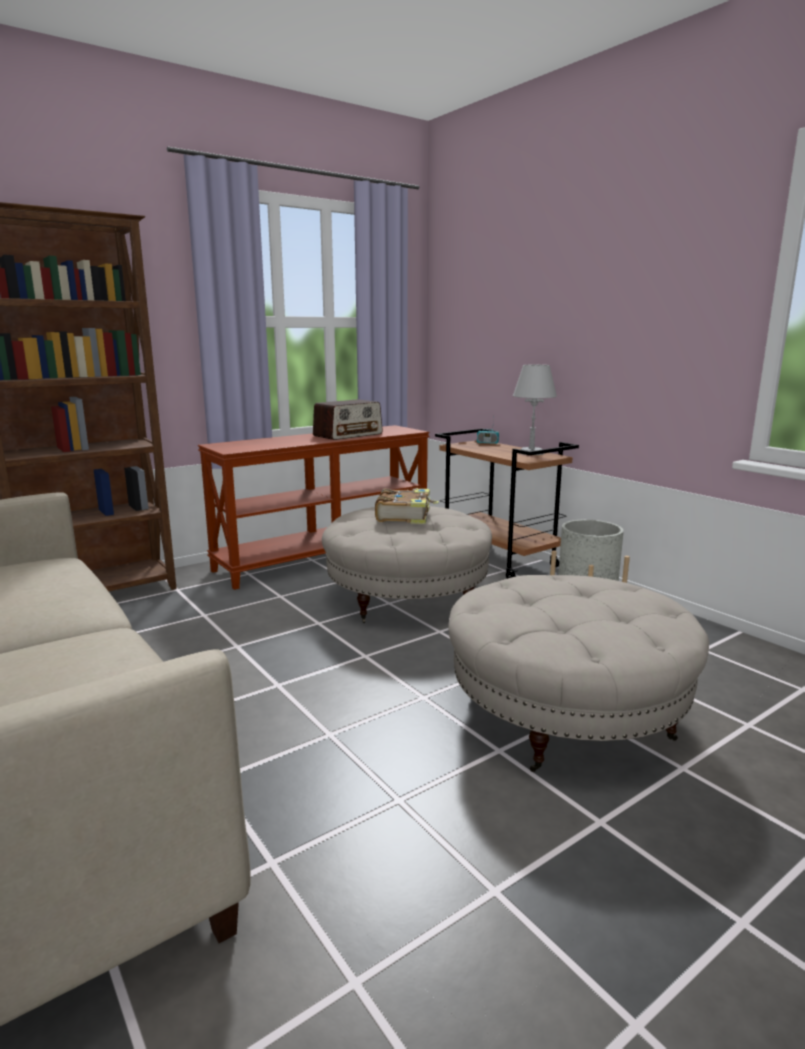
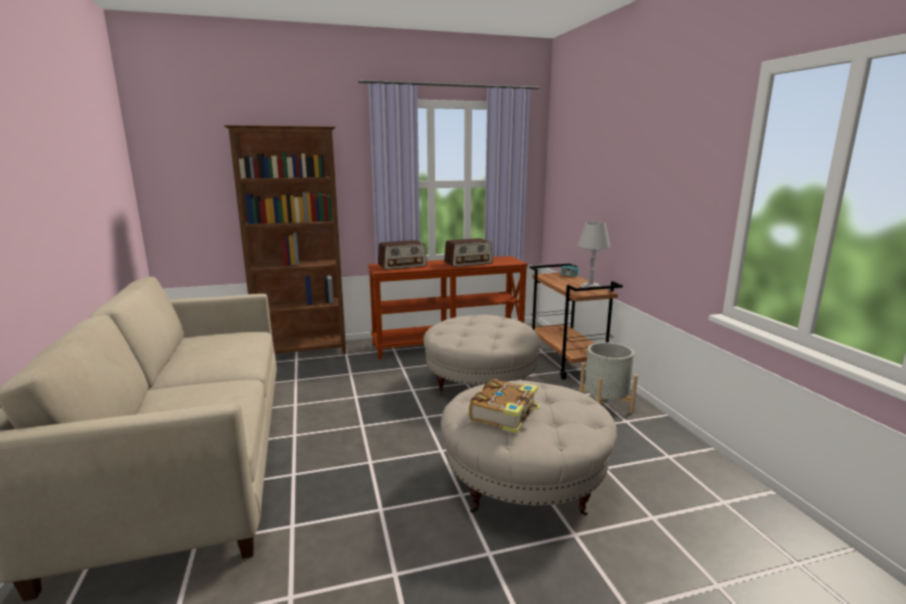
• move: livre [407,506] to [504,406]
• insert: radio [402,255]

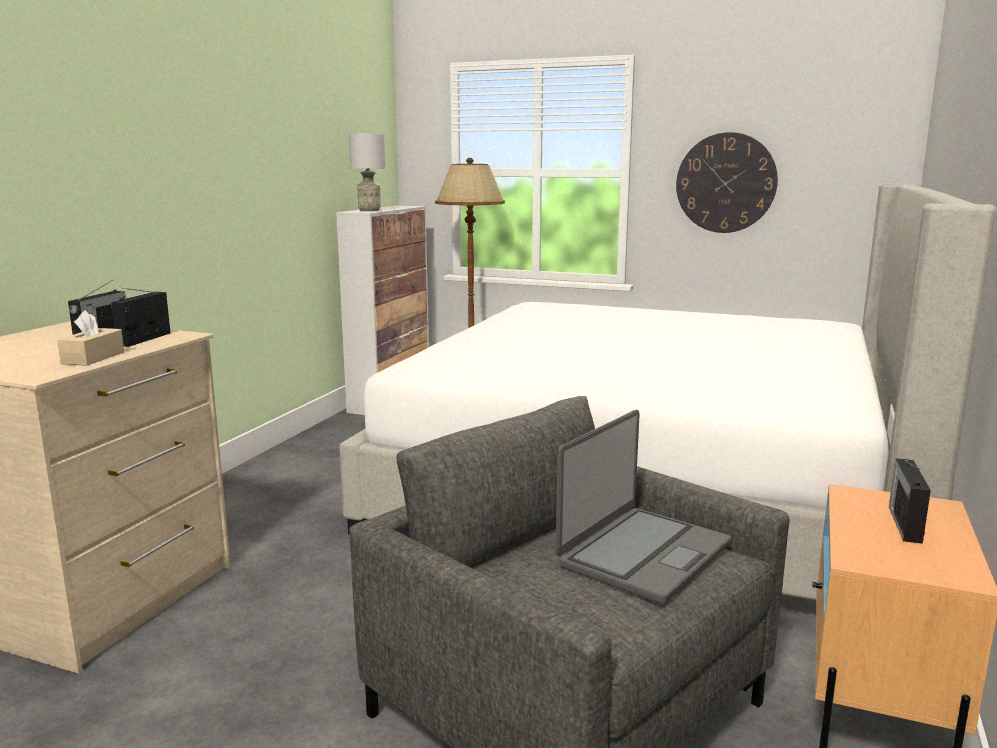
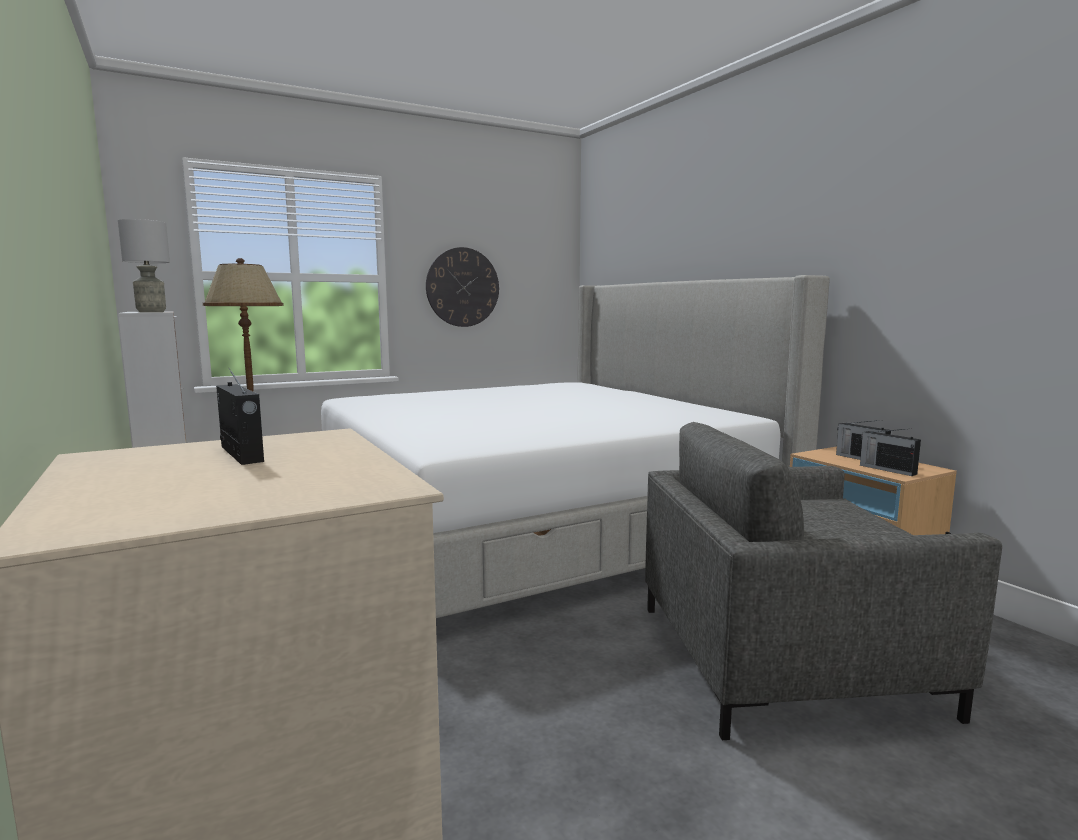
• delete: boîte à mouchoirs/beige [90,338]
• move: radio [141,317] to [890,452]
• delete: ordinateur portable [643,507]

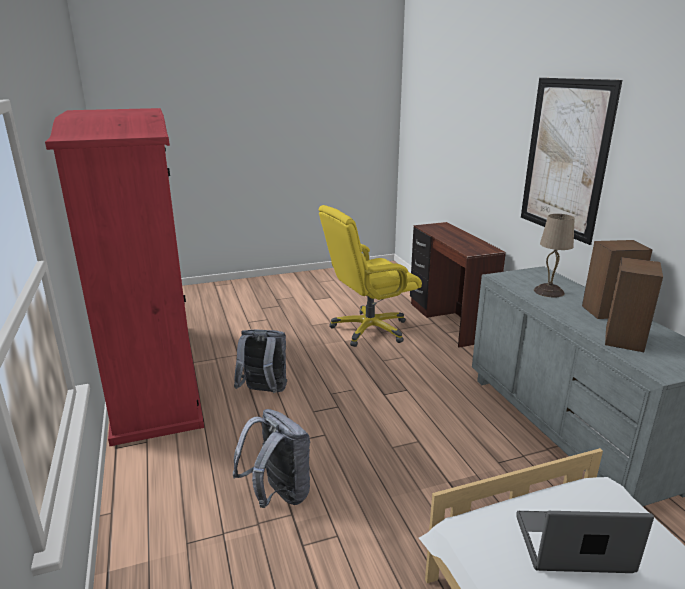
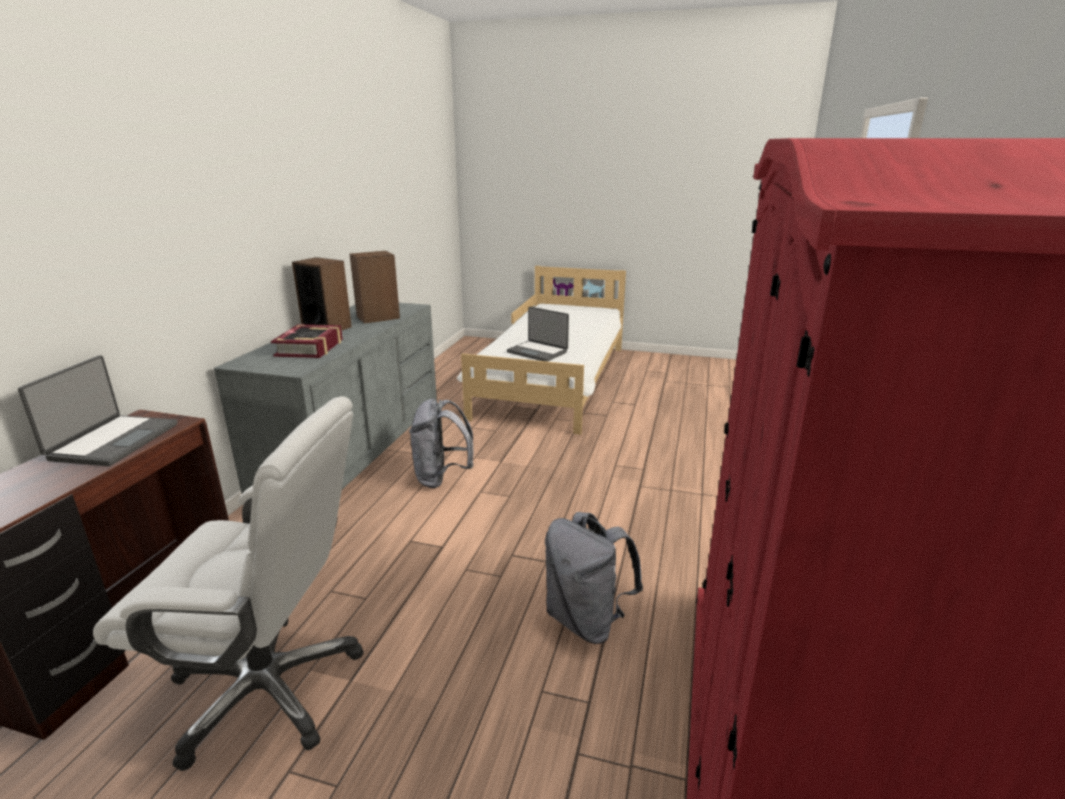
• move: sac à dos/gris [271,458] to [441,443]
• recolor: chaise de bureau/jaune [370,276] to chaise de bureau/blanc [228,583]
• delete: tableau [571,161]
• replace: lampe de table/beige [554,256] to livre [307,341]
• insert: ordinateur portable [97,410]

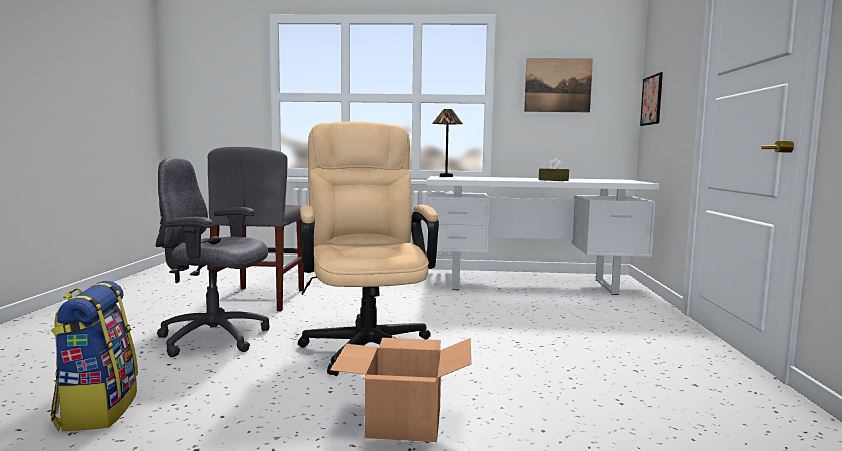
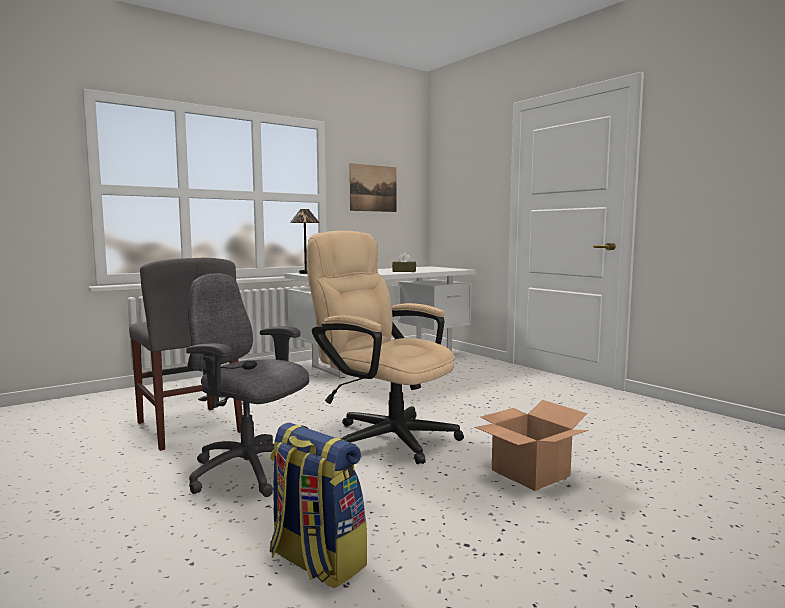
• rotate: chaise de bureau/gris [213,257] = [247,385] 60 degrees clockwise
• delete: tableau [651,99]

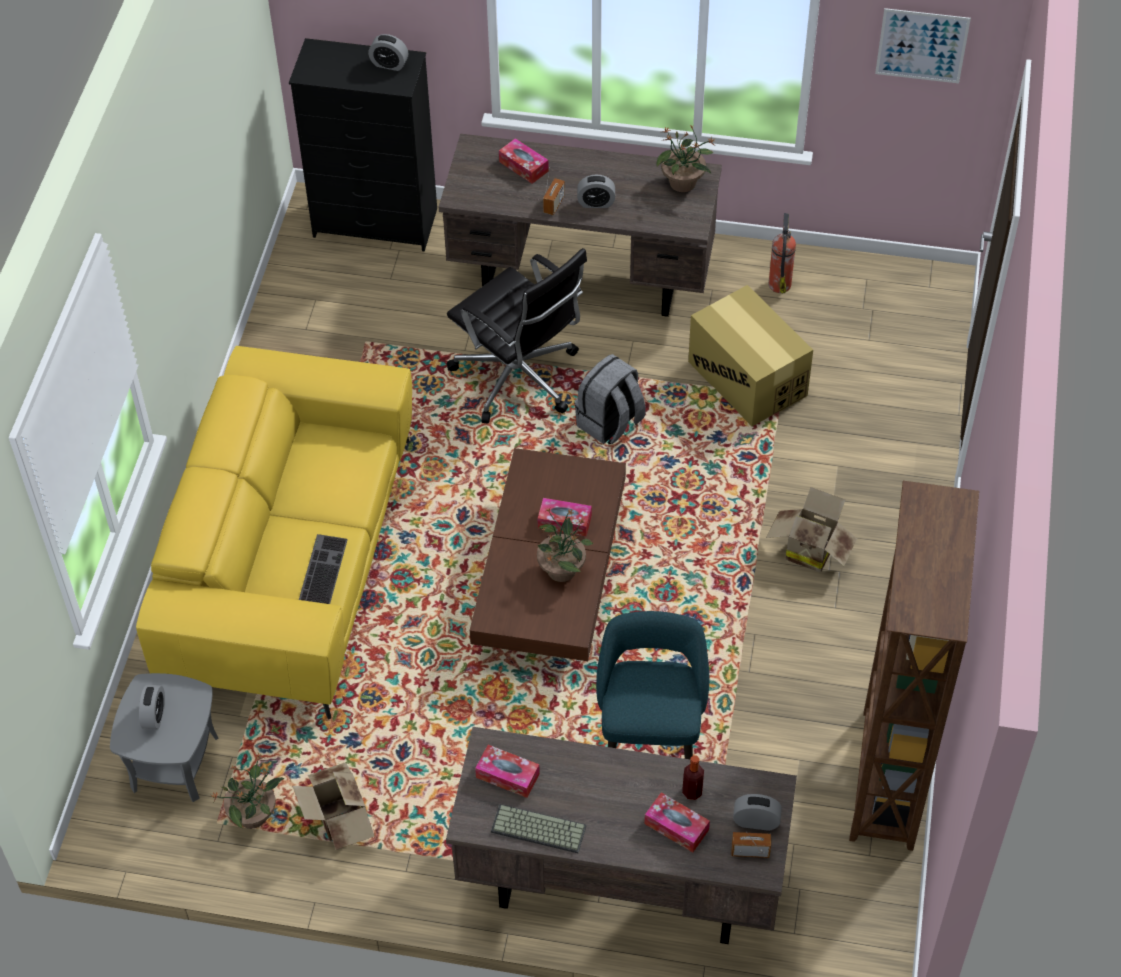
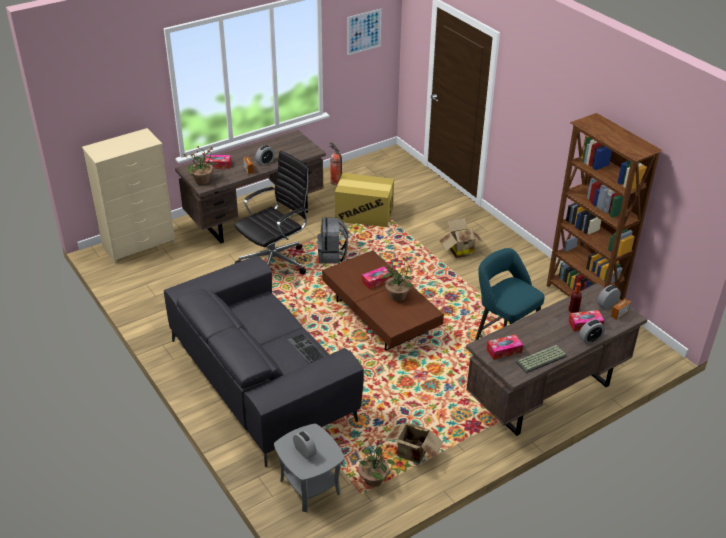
• recolor: canapé/jaune [274,532] to canapé/gris [264,361]
• recolor: commode/noir [363,145] to commode/beige [128,196]
• move: réveil [388,52] to [592,331]
• rotate: chaise de bureau/noir [517,335] = [272,212] 45 degrees counterclockwise
• move: plante en pot [686,158] to [201,166]

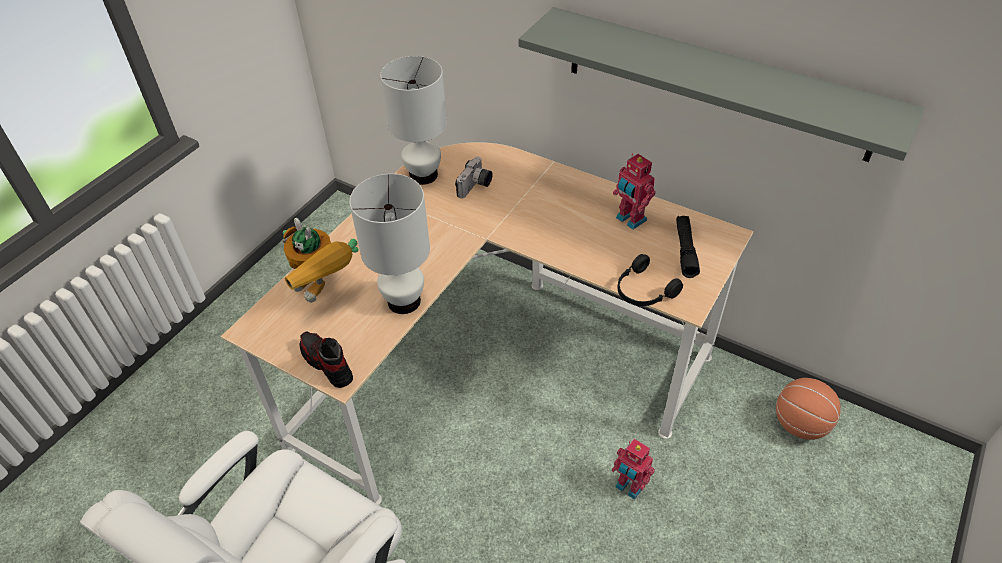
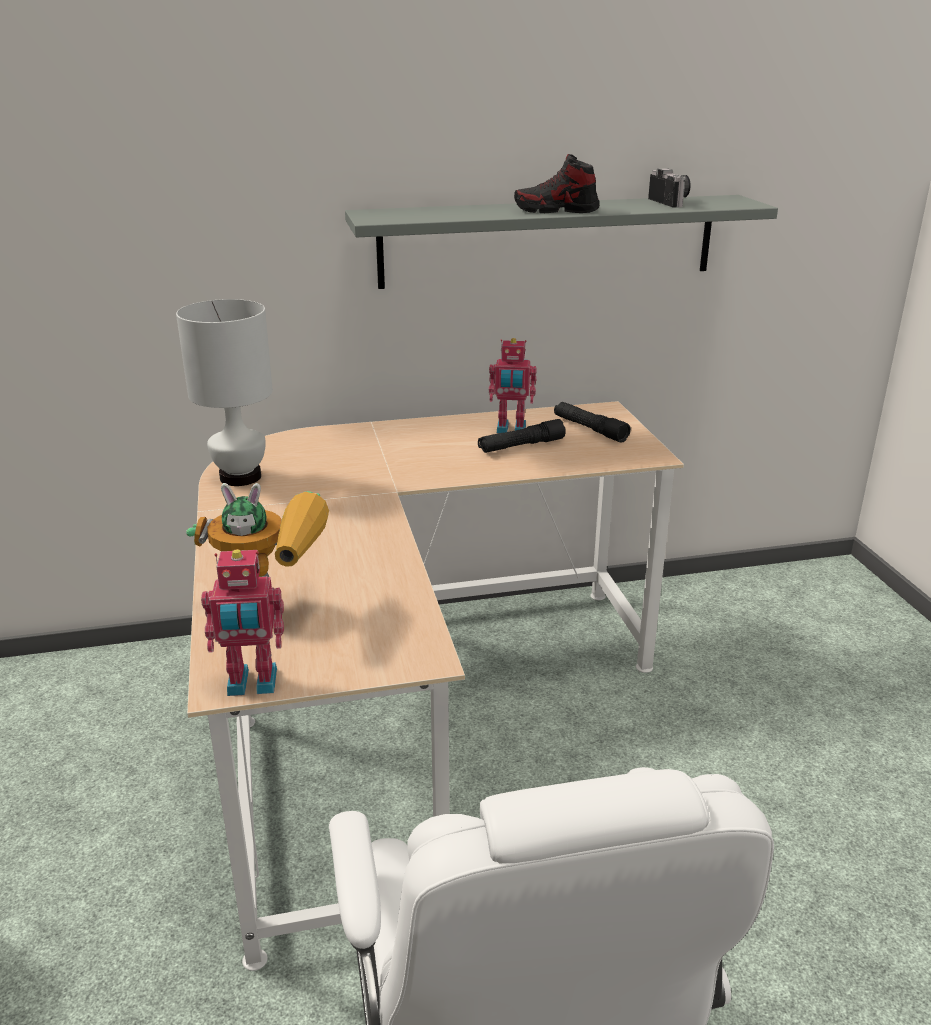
• move: chaussure [326,359] to [556,183]
• delete: lampe de table/blanc [389,244]
• move: appareil photo [474,177] to [669,188]
• move: robot jouet [633,469] to [242,622]
• delete: casque audio/noir [650,280]
• delete: ballon de basket [808,409]
• insert: lampe de poche/noir [521,436]

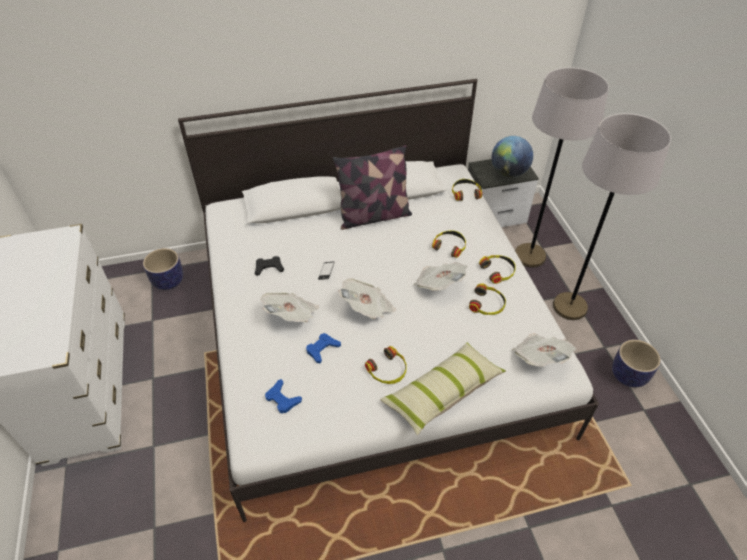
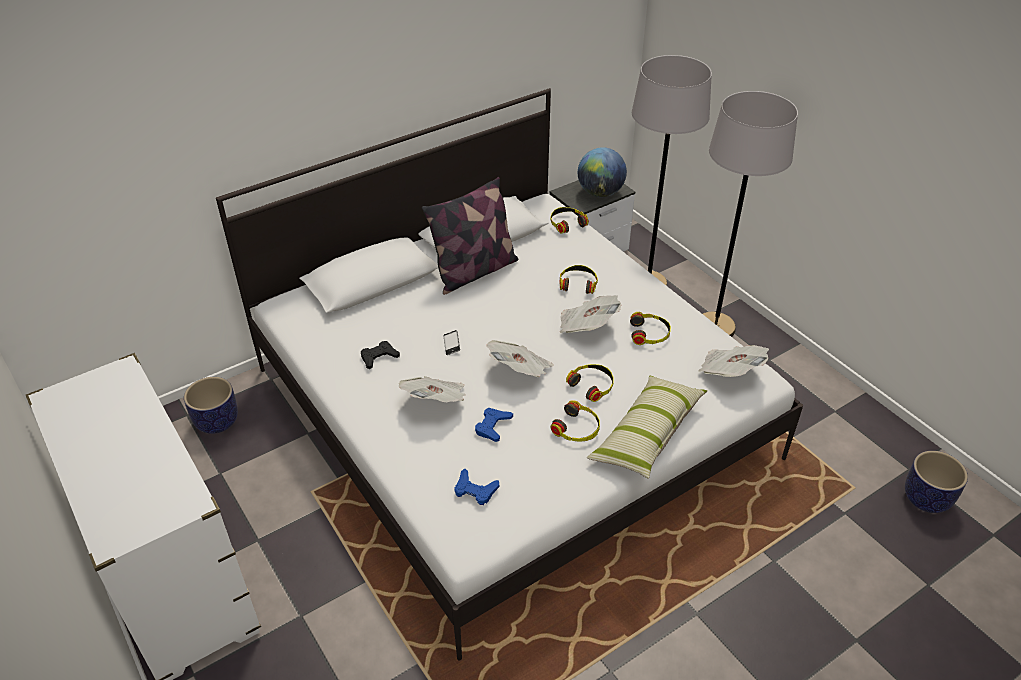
• move: casque audio [497,269] to [590,383]
• move: cache-pot [636,363] to [936,482]

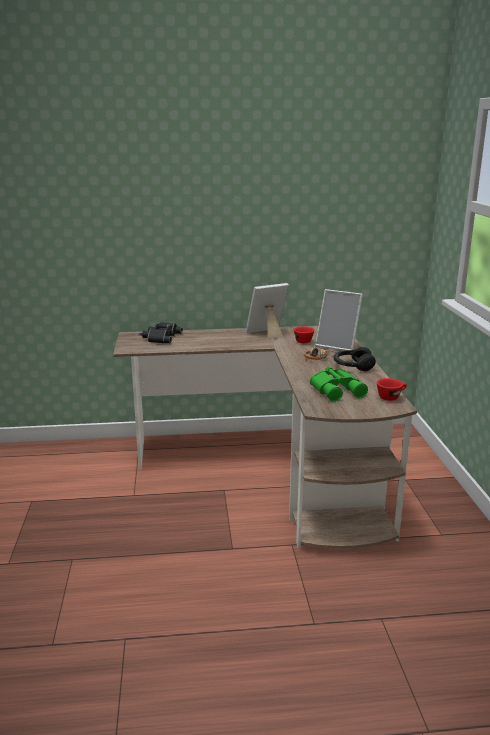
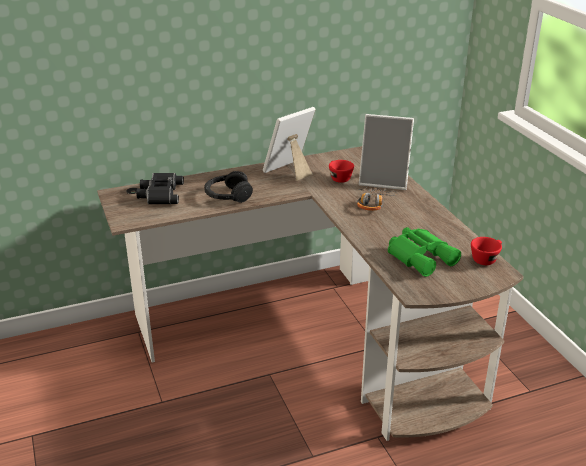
• move: casque audio/noir [355,359] to [228,187]

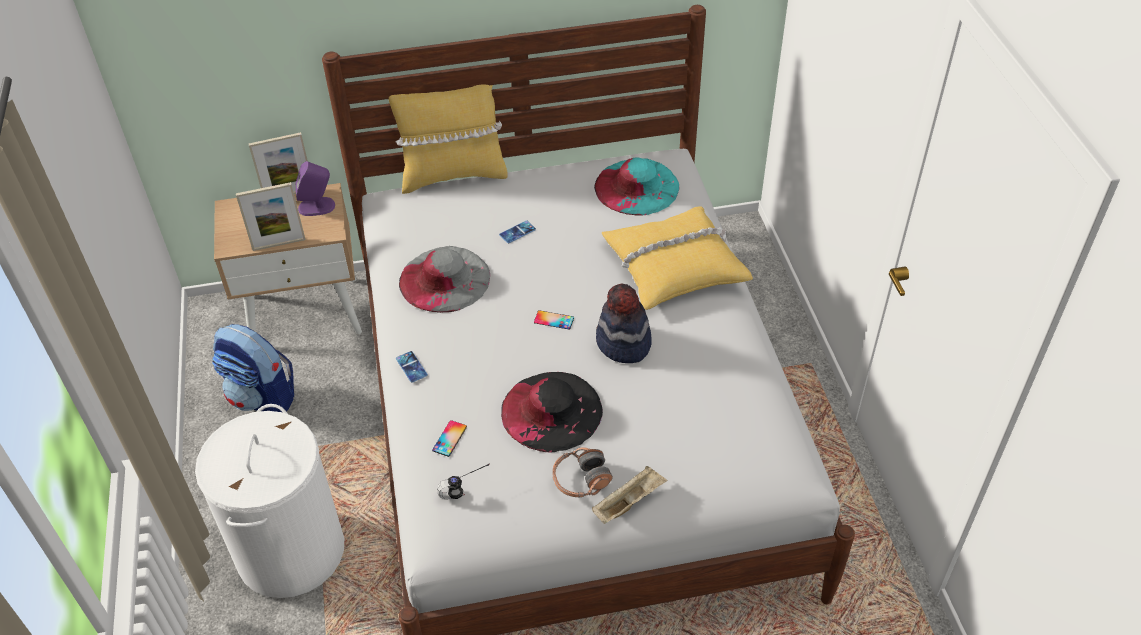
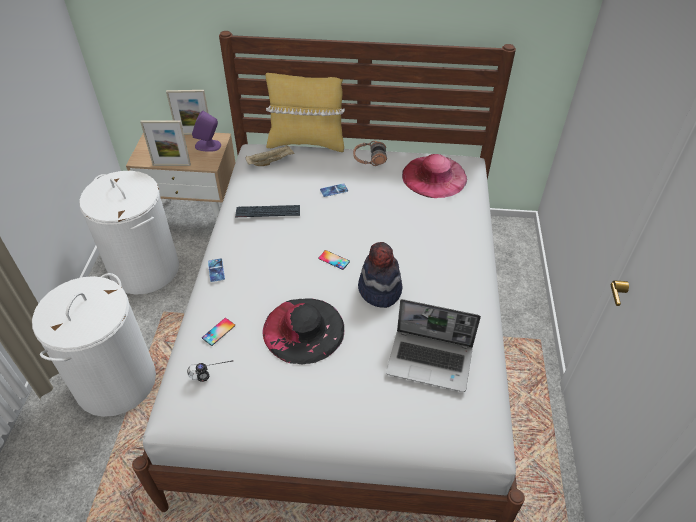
• replace: sac à dos [253,368] to panier à linge/blanc [129,232]
• replace: chapeau/gris [444,279] to clavier [267,211]
• move: casque audio [582,472] to [370,153]
• move: plateau/beige [629,495] to [270,155]
• recolor: chapeau/turquoise [636,186] to chapeau/rose [434,176]
• delete: coussin/jaune [677,258]
• insert: ordinateur portable [433,345]

